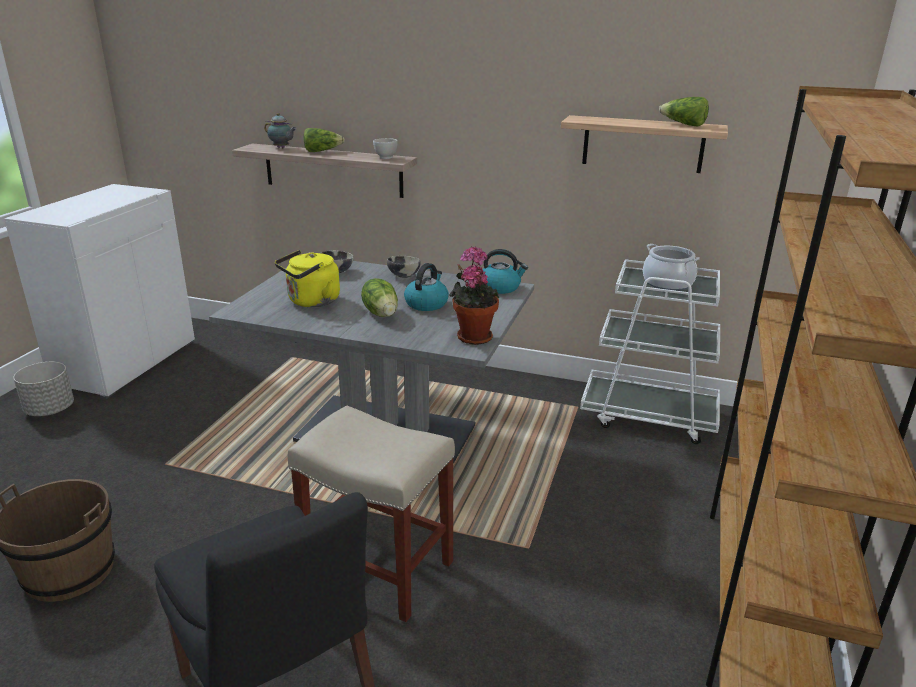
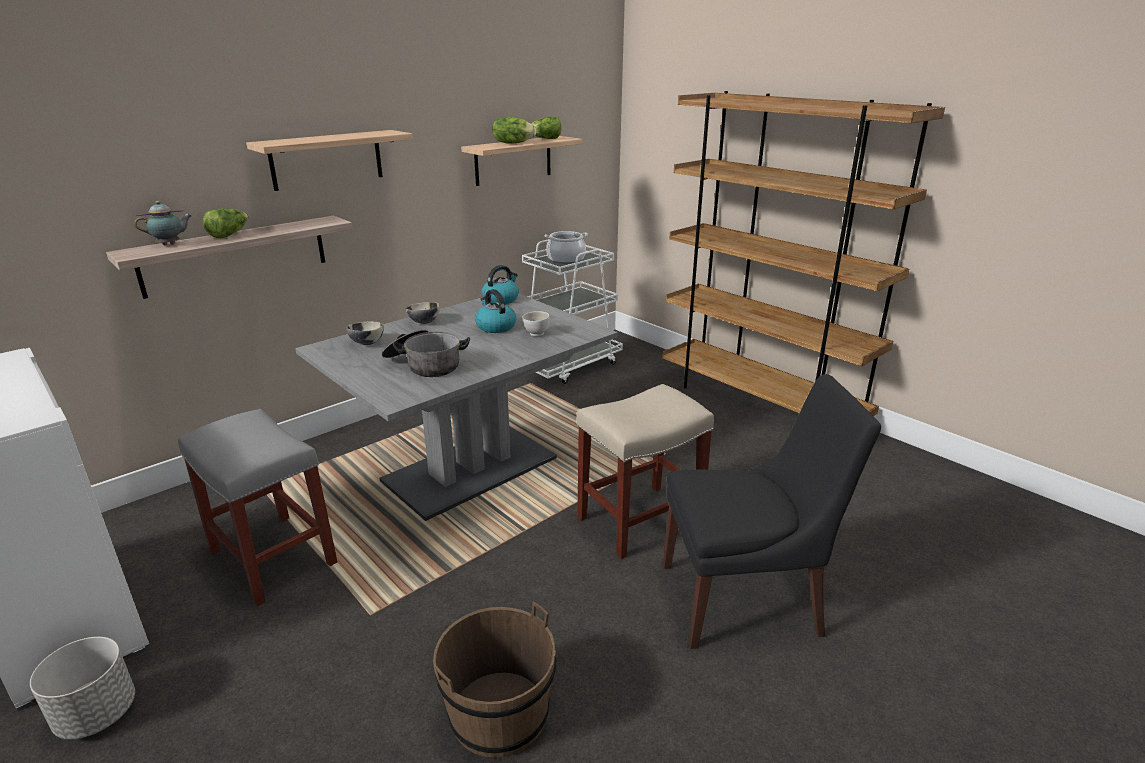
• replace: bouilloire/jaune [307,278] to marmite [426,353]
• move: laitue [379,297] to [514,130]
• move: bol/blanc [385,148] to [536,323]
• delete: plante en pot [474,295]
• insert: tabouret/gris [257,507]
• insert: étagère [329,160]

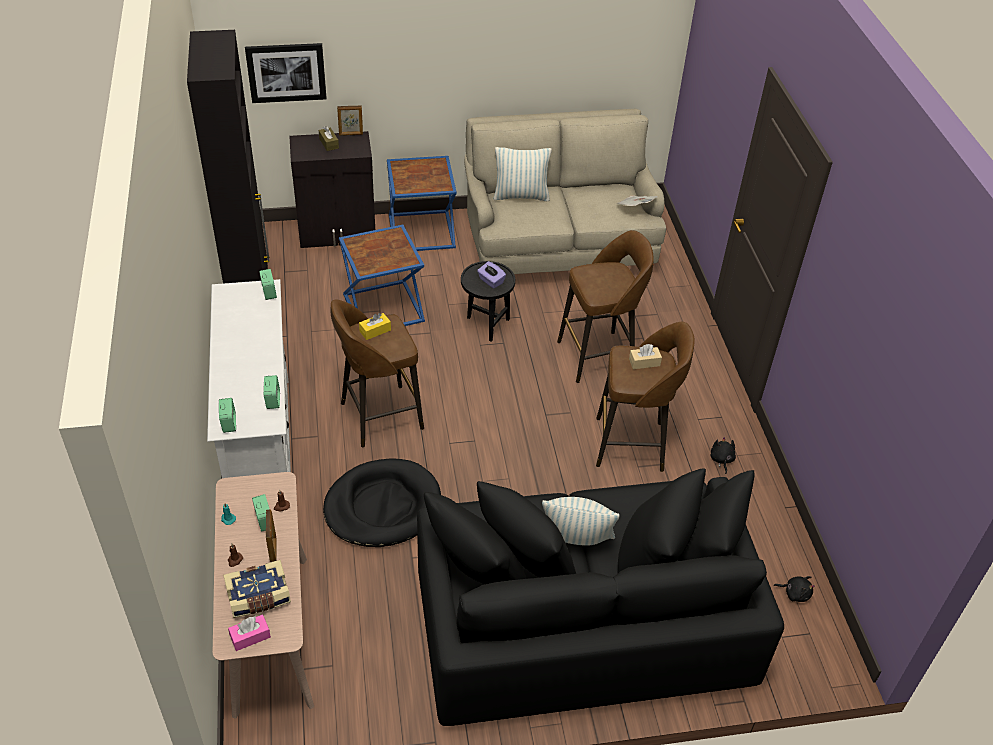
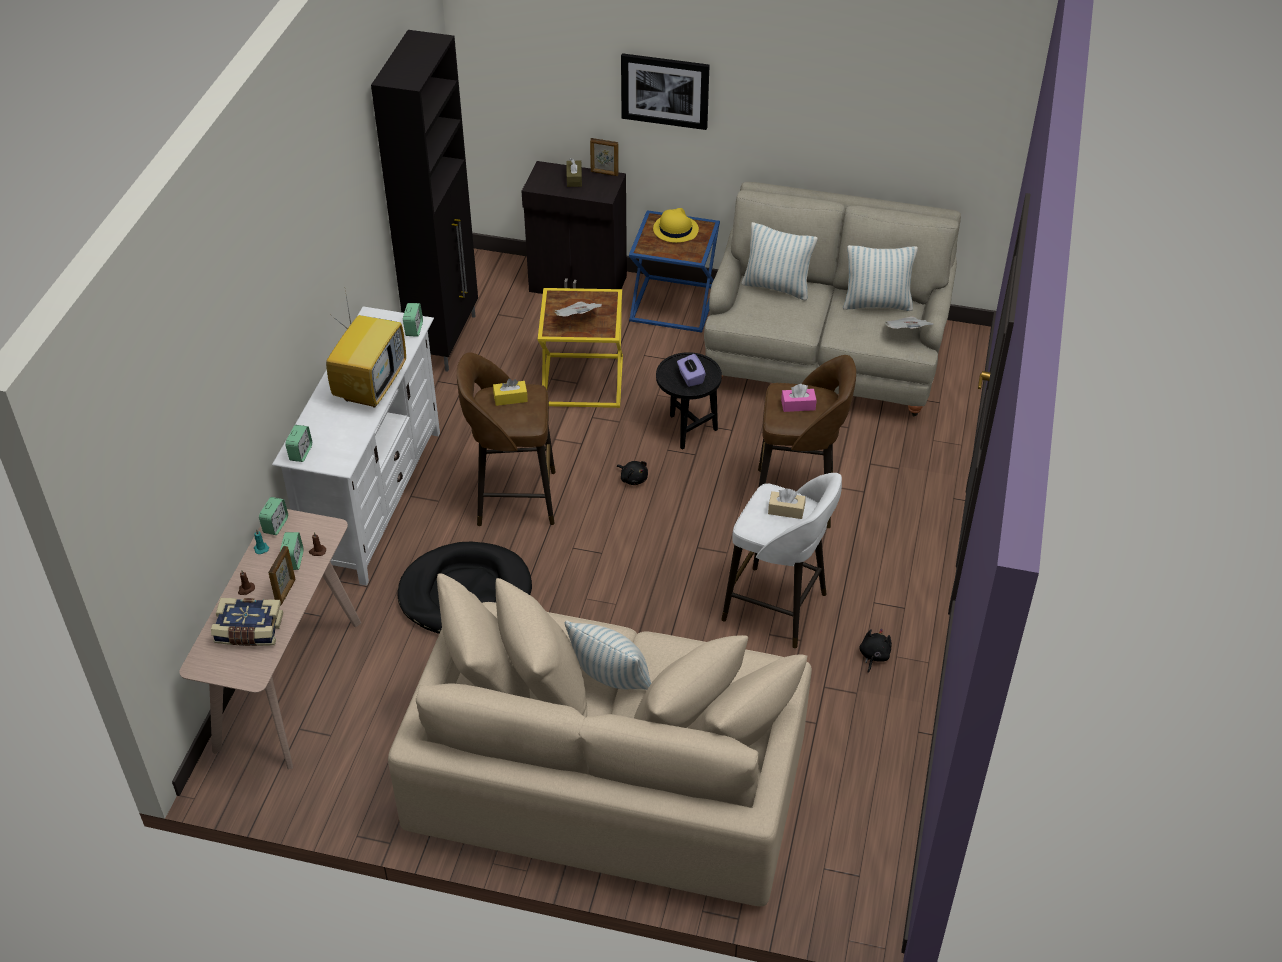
• move: boîte à mouchoirs/rose [249,632] to [799,398]
• move: tableau [286,73] to [665,91]
• move: réveil [271,392] to [273,516]
• recolor: table d'appoint/bleu [382,275] to table d'appoint/jaune [580,348]
• recolor: canapé/noir [600,597] to canapé/beige [600,739]
• recolor: tabouret/marron [645,397] to tabouret/blanc [781,560]
• move: peluche/noir [794,589] to [632,473]
• insert: téléviseur [366,349]
• insert: journal [578,308]
• insert: chapeau/jaune [676,225]
• insert: coussin [880,278]

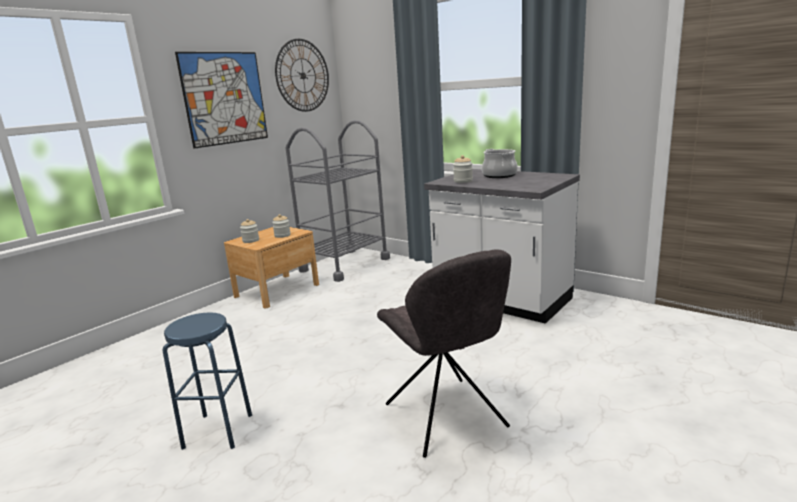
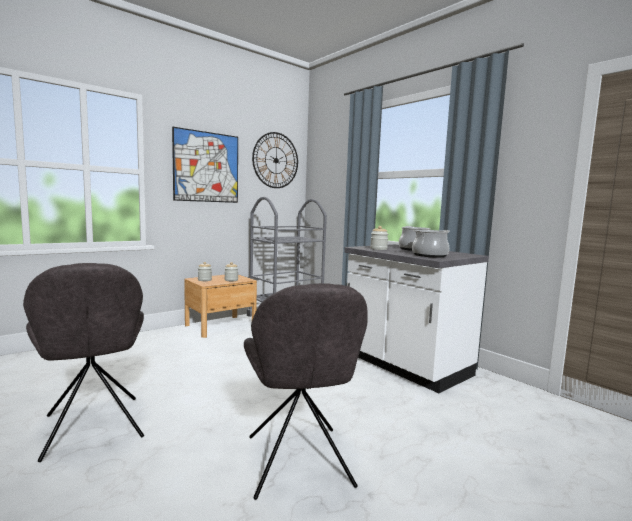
• replace: tabouret/bleu [207,381] to chaise/gris [83,362]
• insert: marmite [431,244]

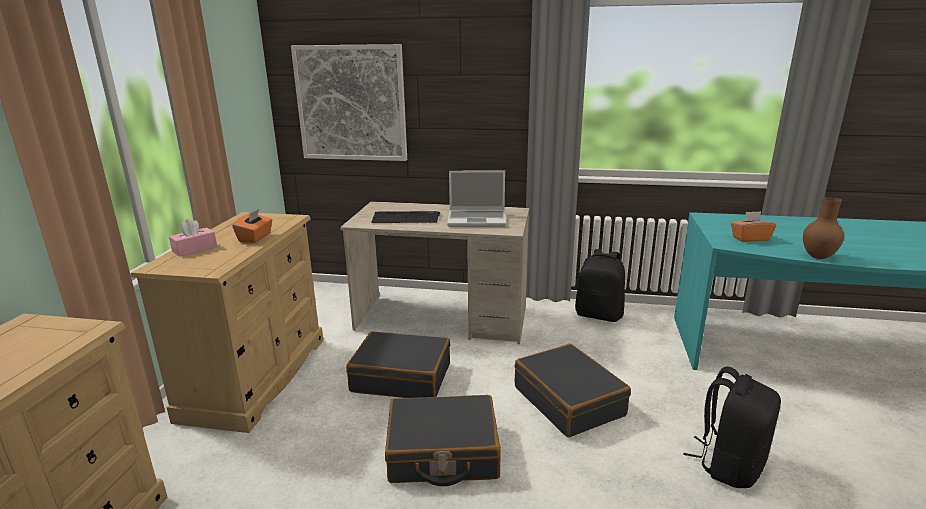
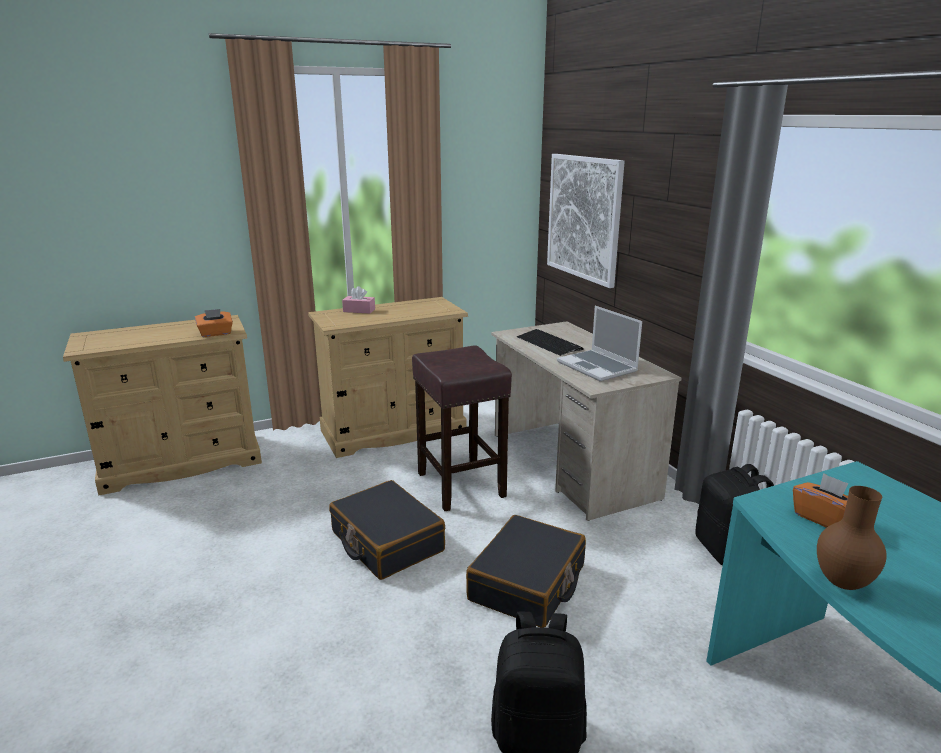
• move: boîte à mouchoirs/orange [252,225] to [214,323]
• replace: valise/noir [398,364] to tabouret/marron [462,428]

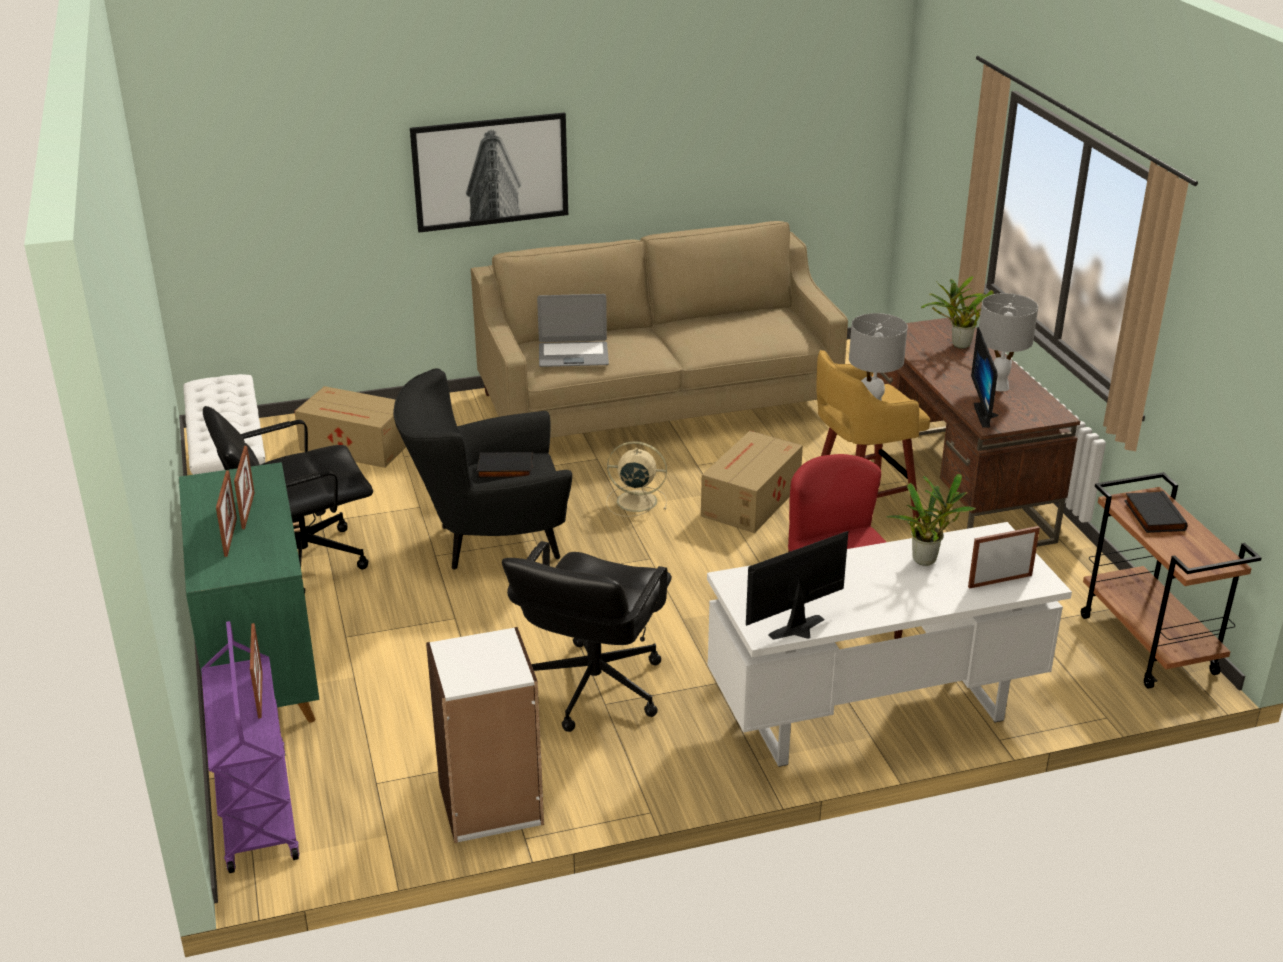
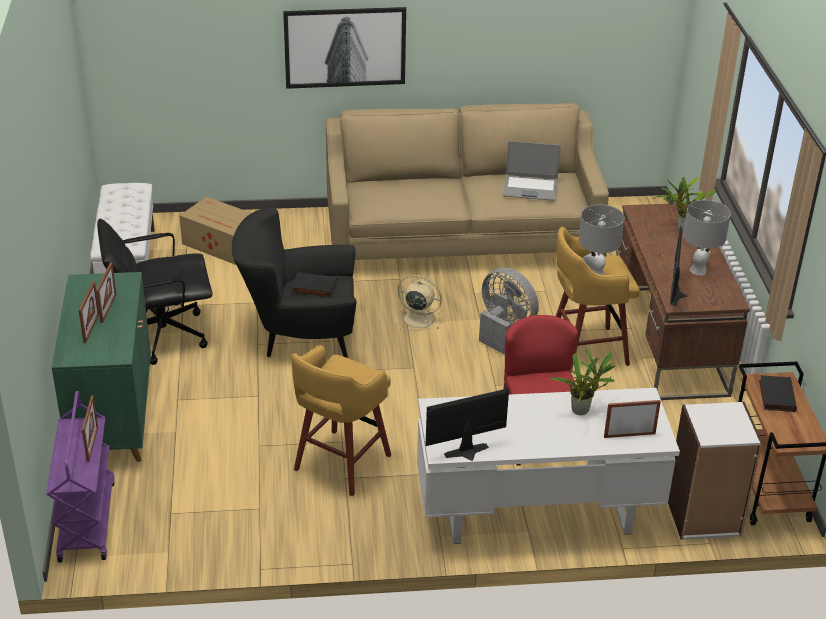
• move: bibliothèque/blanc [485,735] to [715,471]
• replace: chaise de bureau/noir [587,636] to tabouret/jaune [341,421]
• move: ordinateur portable [573,330] to [532,171]
• replace: carton [752,482] to ventilateur/gris [509,311]

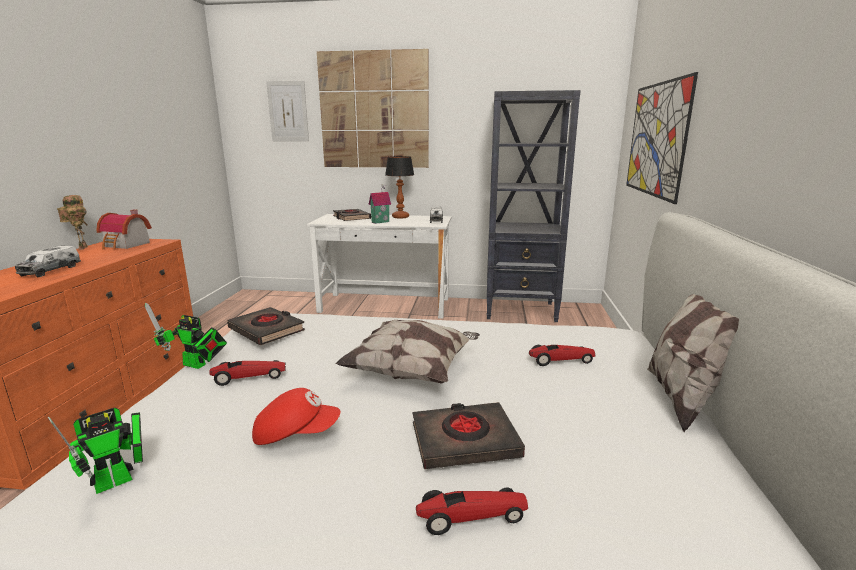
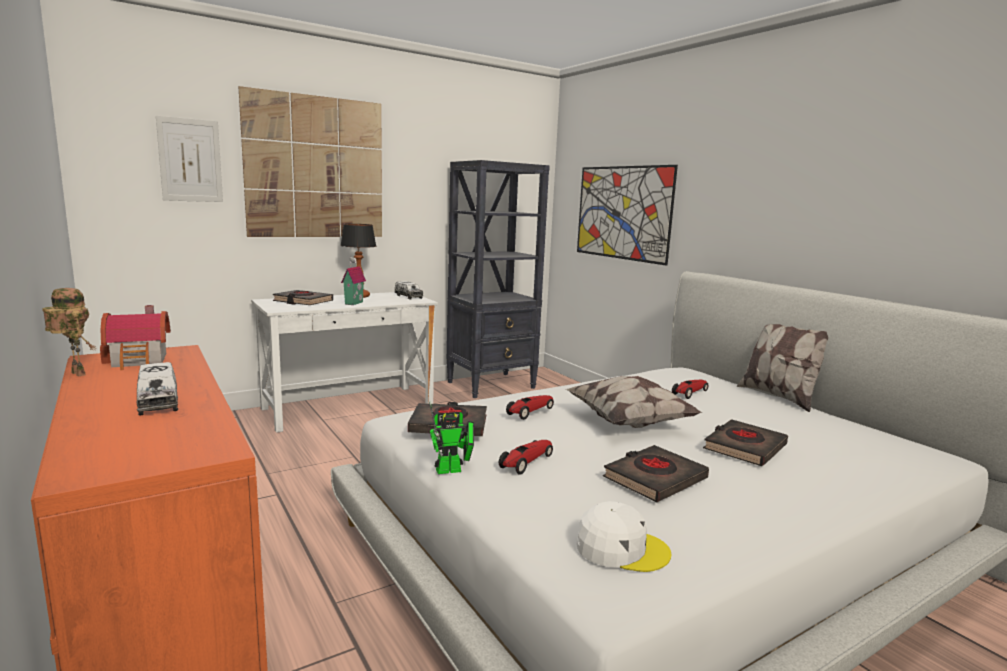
• replace: robot jouet [95,451] to casquette/blanc [624,536]
• replace: casquette/rouge [296,416] to livre/noir [656,473]
• move: petite voiture [472,511] to [530,407]

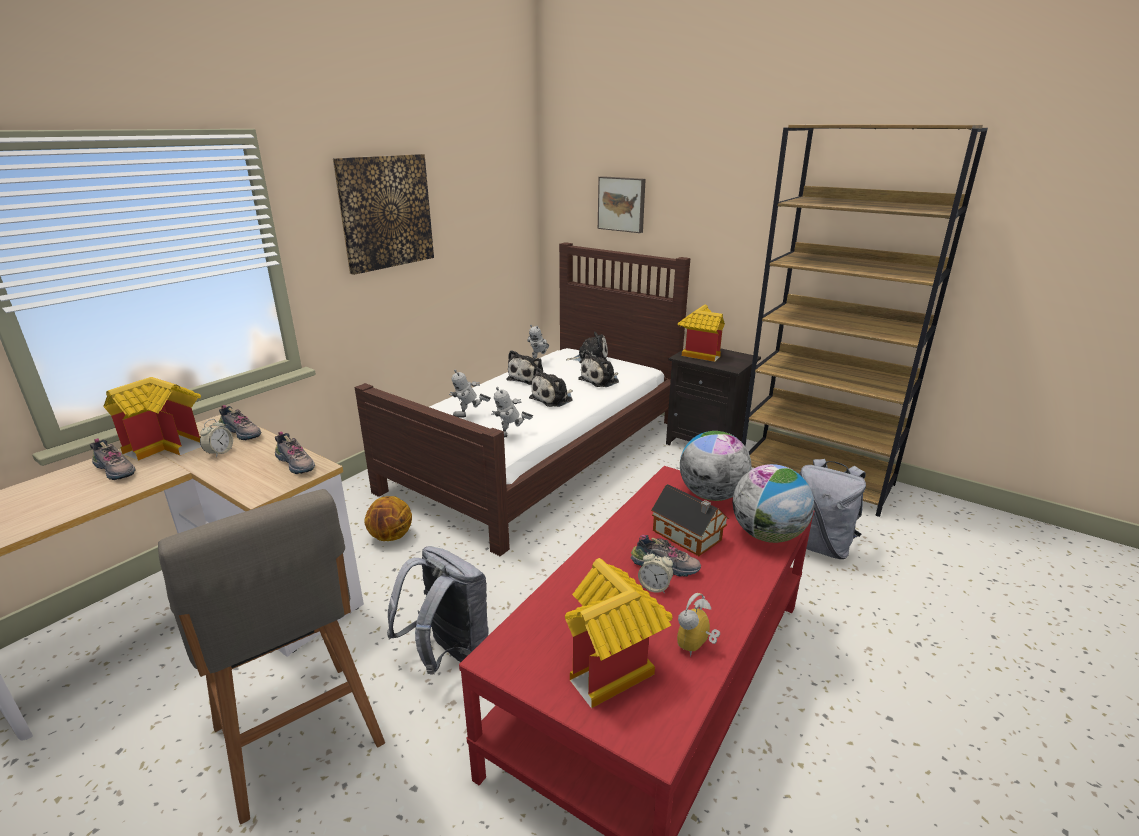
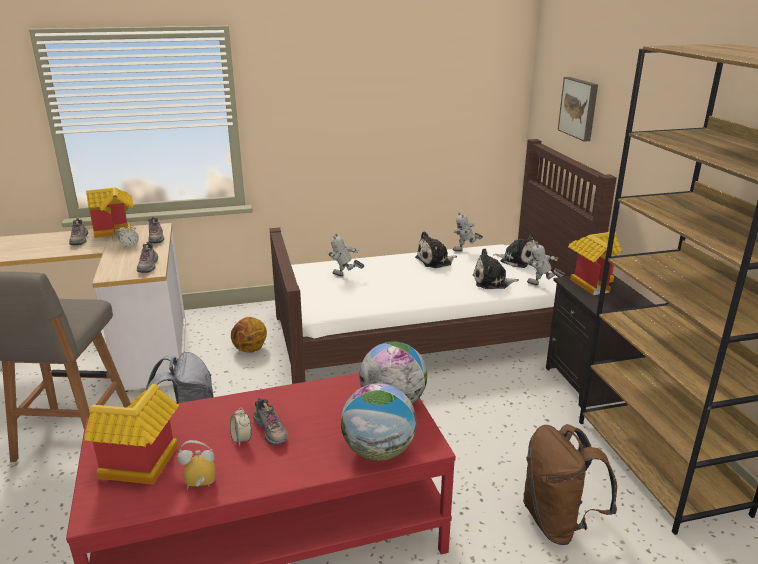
• delete: tableau [383,214]
• move: robot jouet [512,412] to [545,264]
• delete: peluche [551,387]
• delete: maison miniature [690,520]
• recolor: sac à dos/gris [832,509] to sac à dos/marron [570,484]

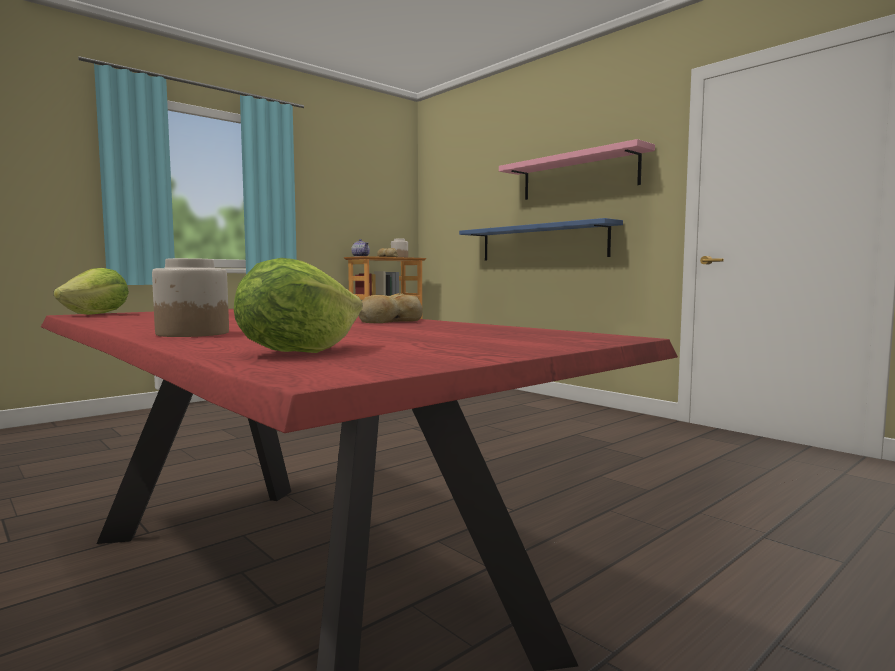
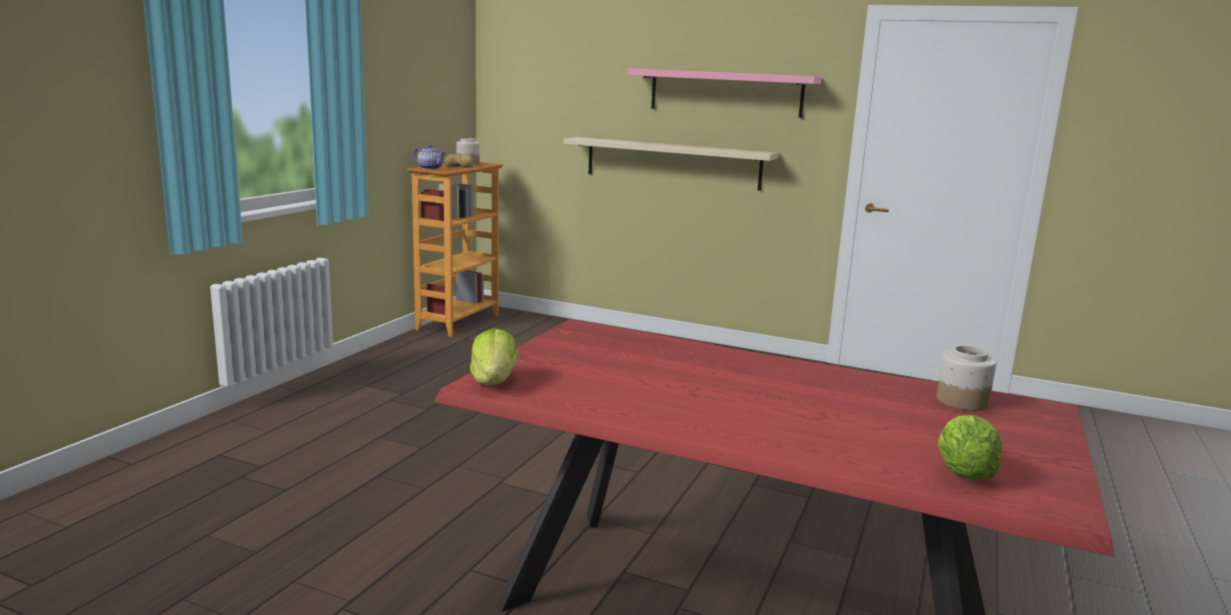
• move: bocal [190,297] to [966,378]
• delete: pain [391,308]
• recolor: étagère/bleu [541,239] to étagère/beige [671,164]

